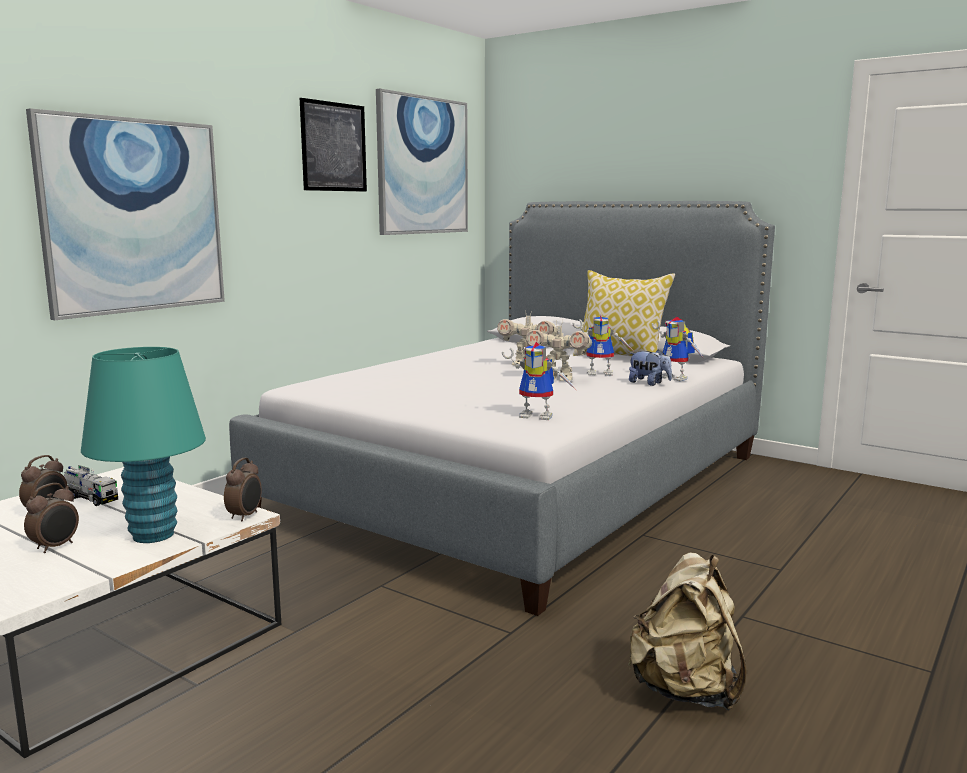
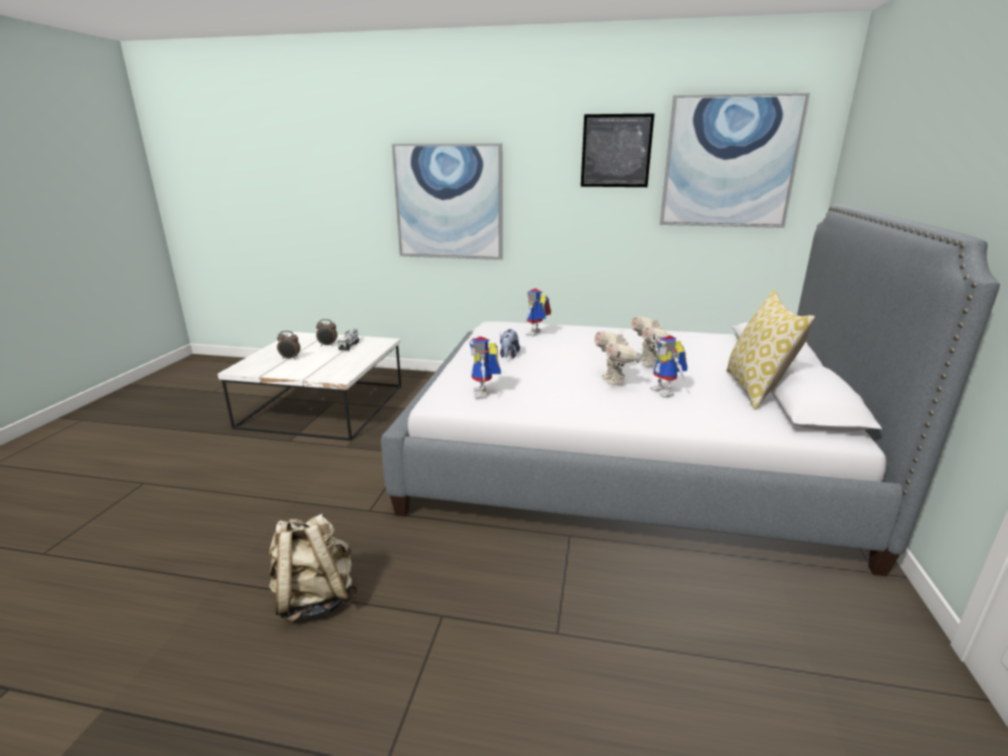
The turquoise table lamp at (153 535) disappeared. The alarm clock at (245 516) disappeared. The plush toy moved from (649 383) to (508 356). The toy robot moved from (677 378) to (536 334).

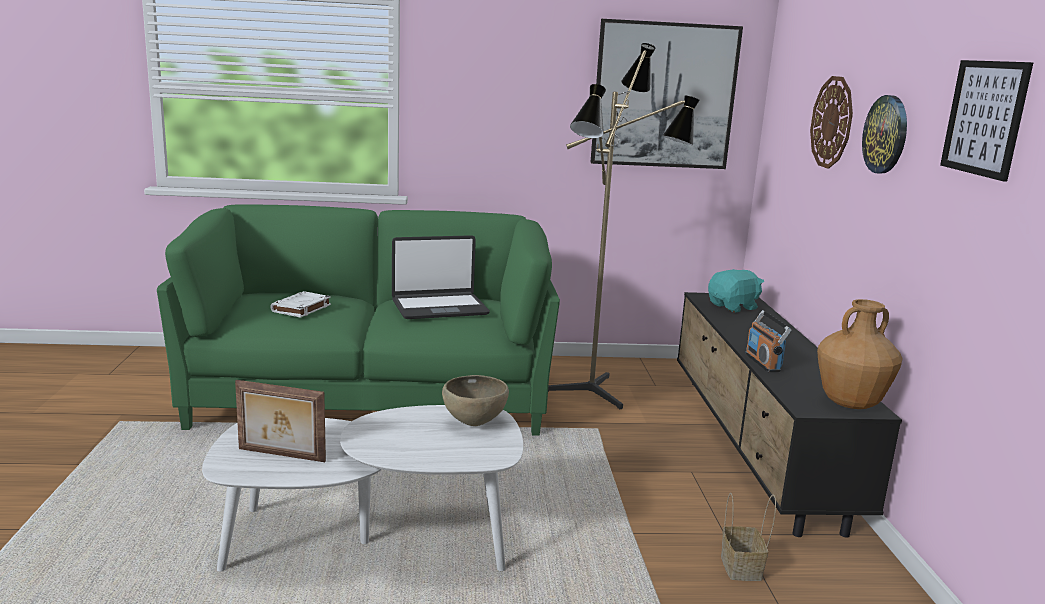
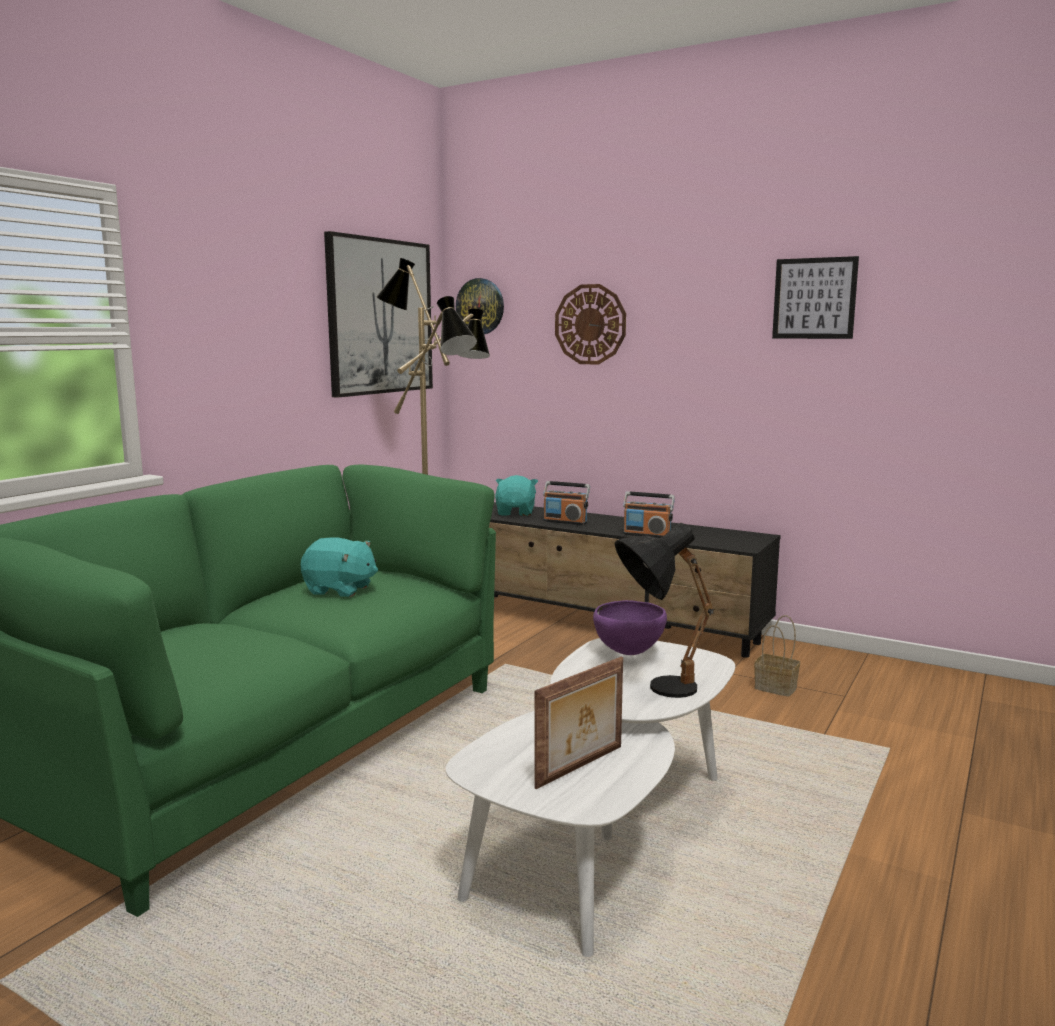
The white book at (301 308) disappeared. The laptop at (439 307) was replaced by the turquoise plush toy at (340 590). The brown bowl at (474 423) became the purple bowl at (629 653). The brown vase at (850 404) disappeared. The wall clock moved from (886 134) to (480 306). The radio at (565 522) appeared. The black table lamp at (656 689) appeared.

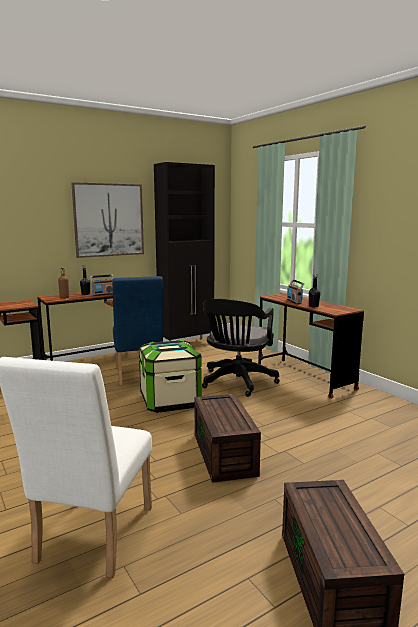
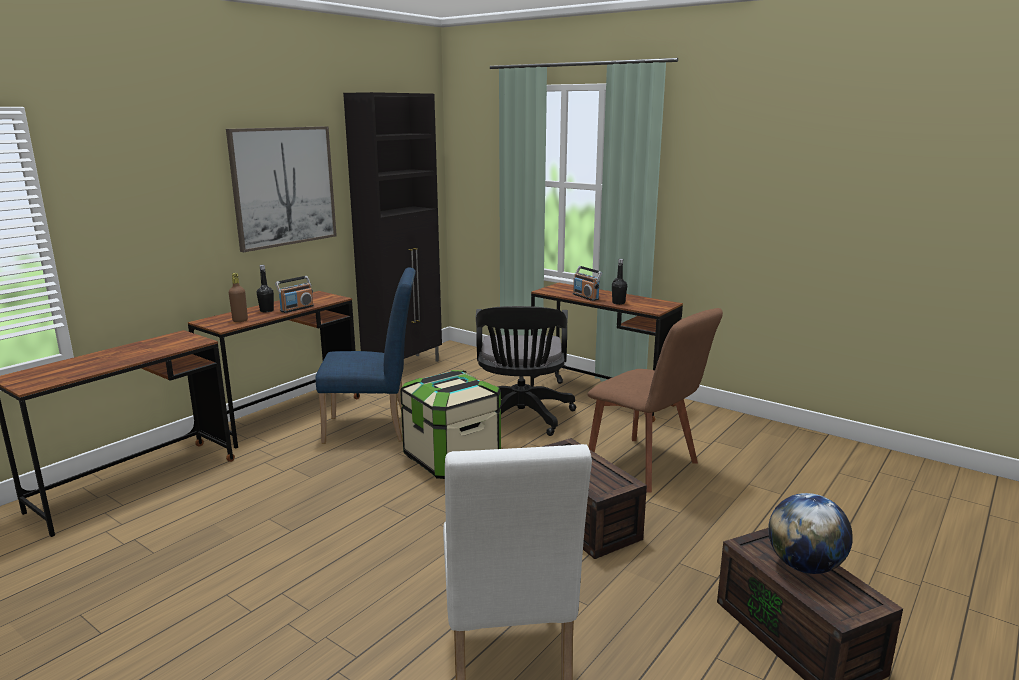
The blue chair at (138 376) turned 60 degrees counterclockwise. The brown chair at (646 465) appeared. The globe at (804 566) appeared.

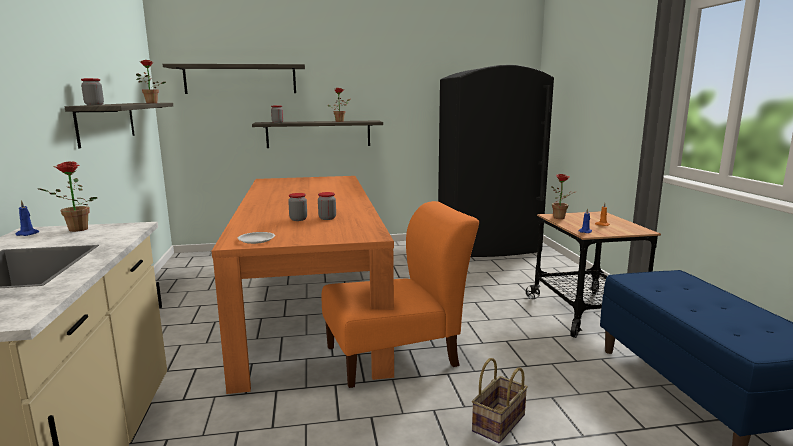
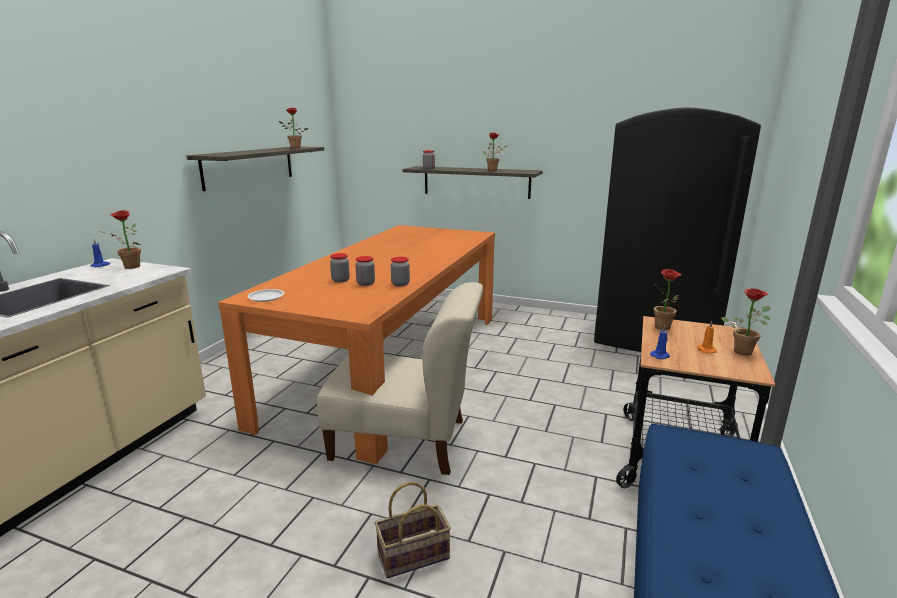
The jar moved from (94 105) to (400 284). The shelf at (240 79) disappeared. The orange chair at (397 355) became the beige chair at (405 441). The potted plant at (744 350) appeared.

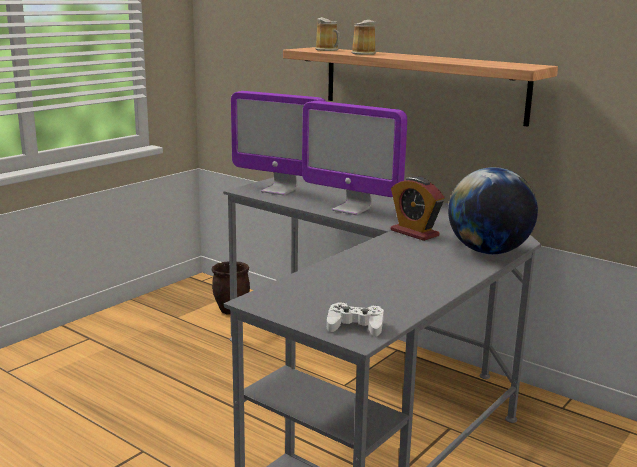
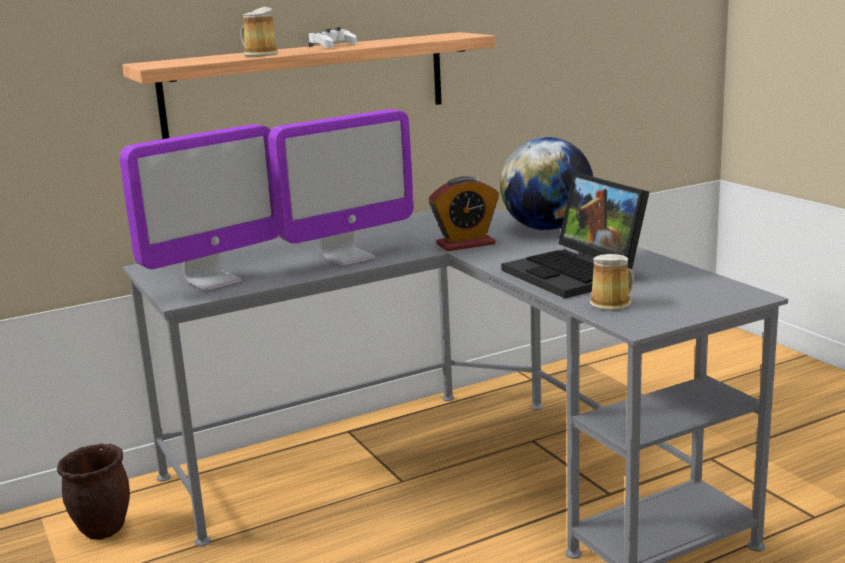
The mug moved from (328 50) to (613 303). The white game controller moved from (355 326) to (332 46). The laptop at (577 274) appeared.

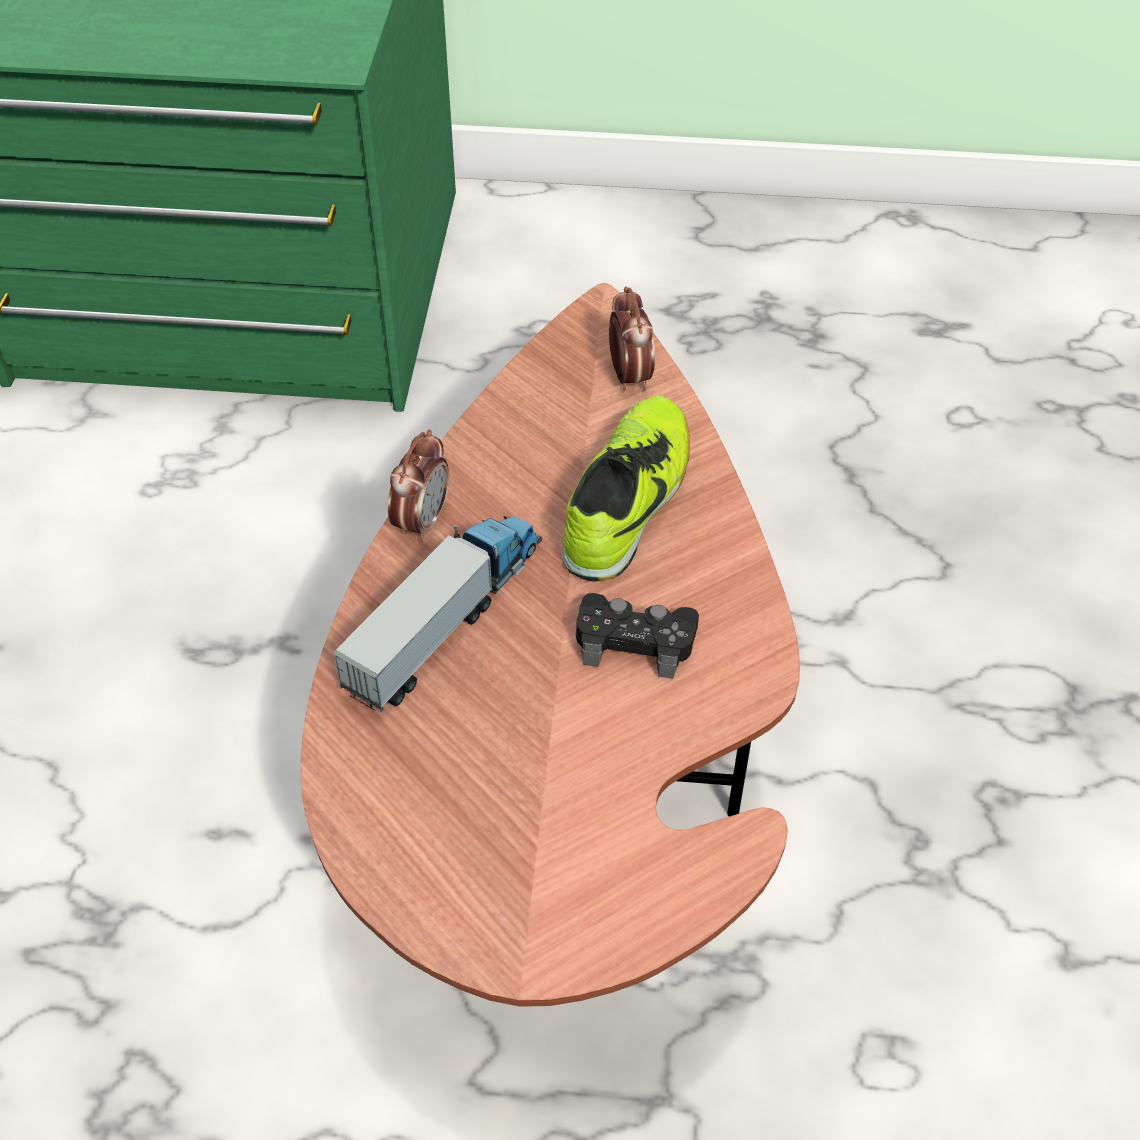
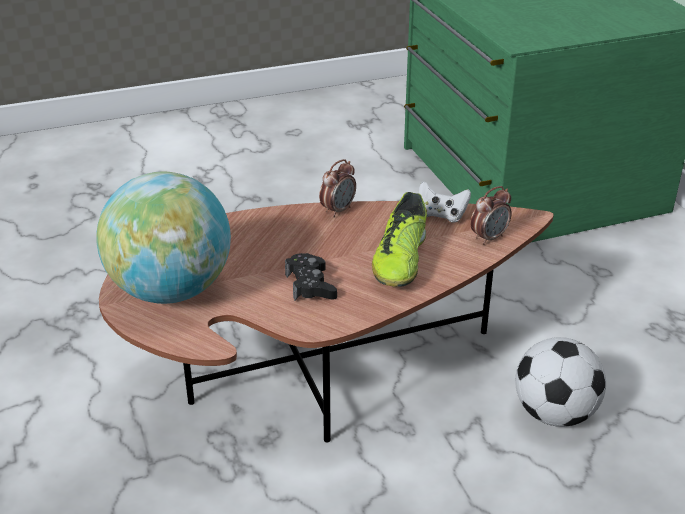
The toy truck at (447 619) disappeared. The alarm clock at (422 522) turned 45 degrees counterclockwise. The shoe at (628 501) turned 105 degrees clockwise. The globe at (171 290) appeared. The white game controller at (441 215) appeared. The football at (554 414) appeared.

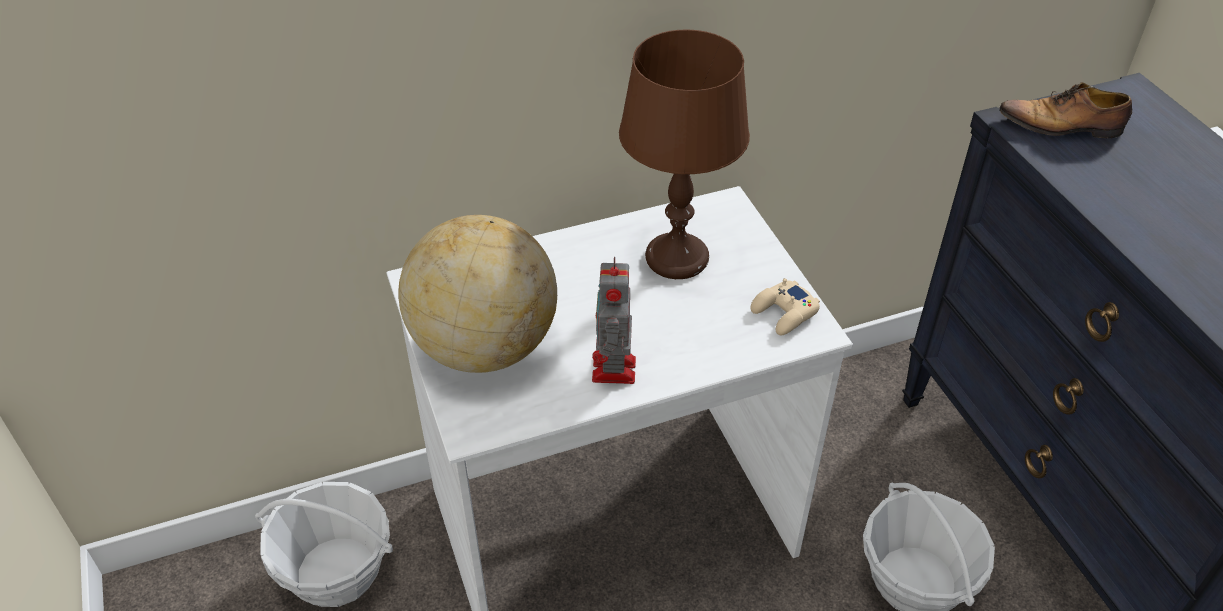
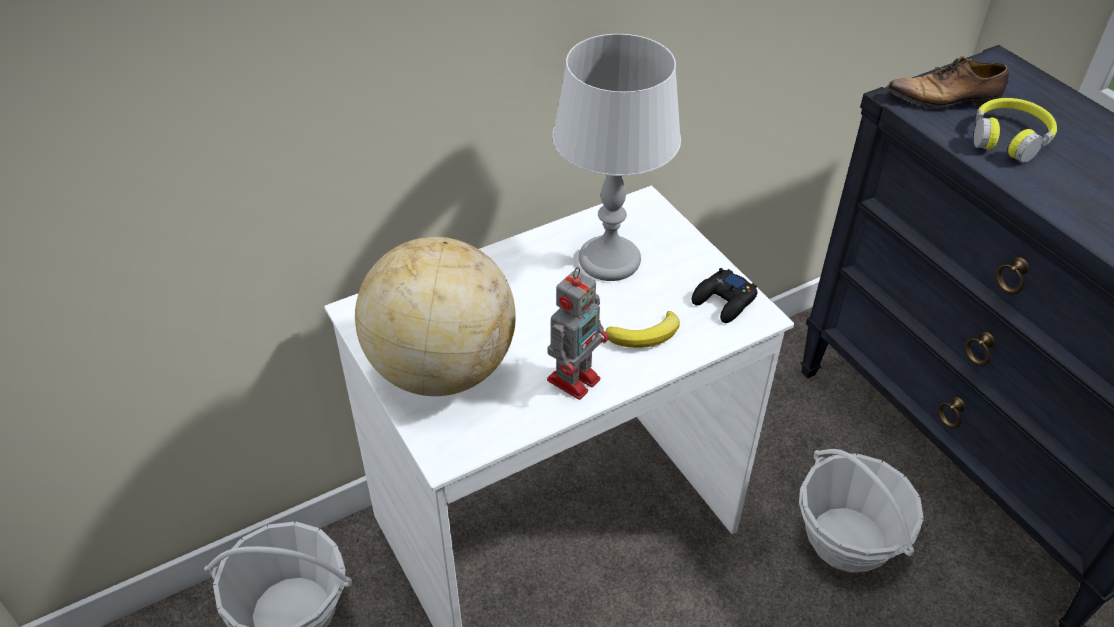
The toy robot at (614 371) turned 135 degrees counterclockwise. The brown table lamp at (677 258) became the grey table lamp at (610 260). The beige game controller at (784 313) became the black game controller at (724 301). The banana at (646 335) appeared. The yellow headphones at (1009 138) appeared.

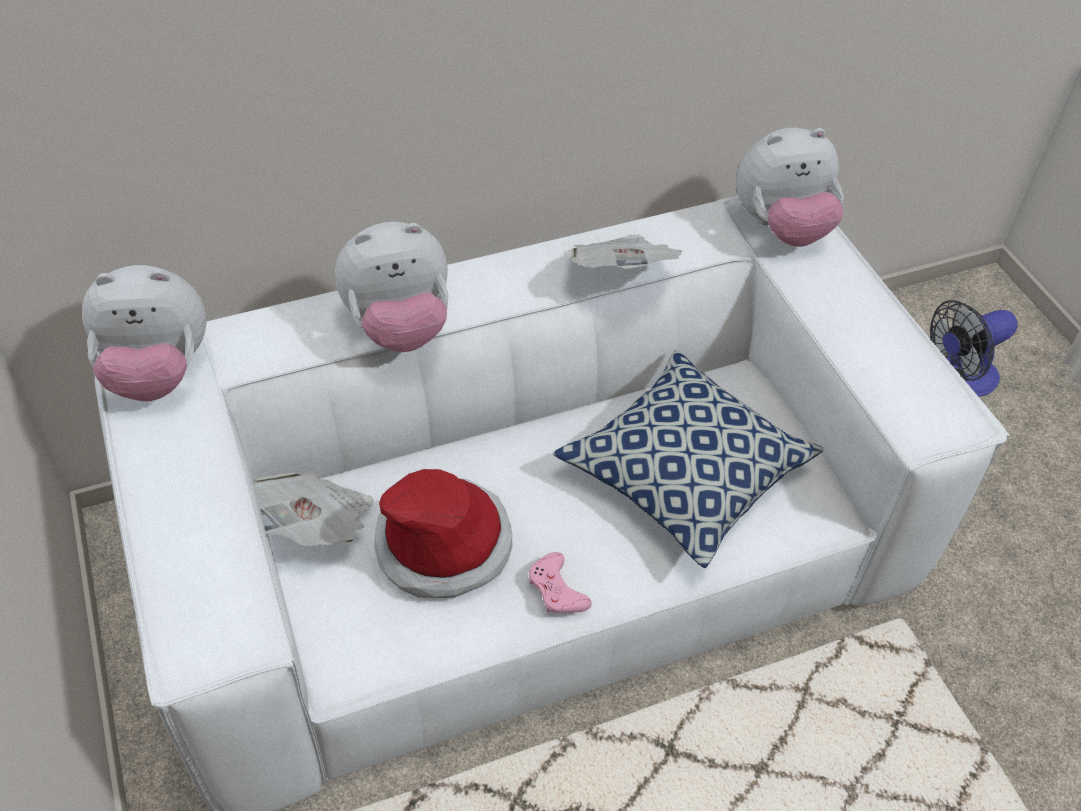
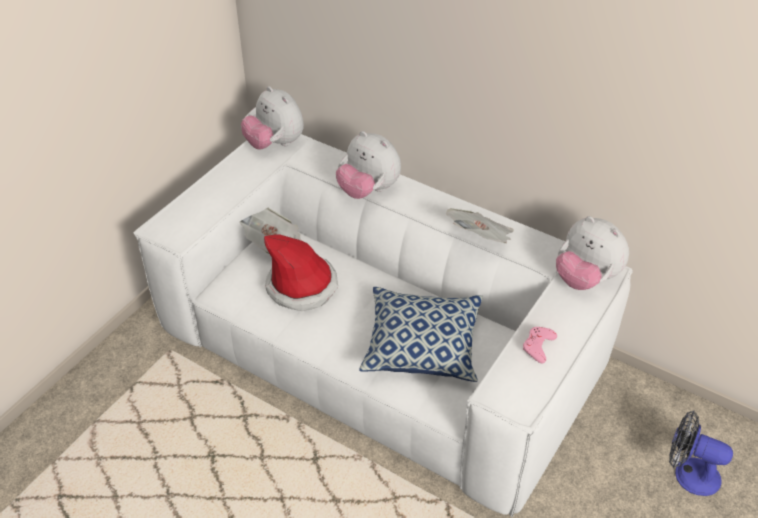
The pink game controller moved from (557 590) to (538 346).

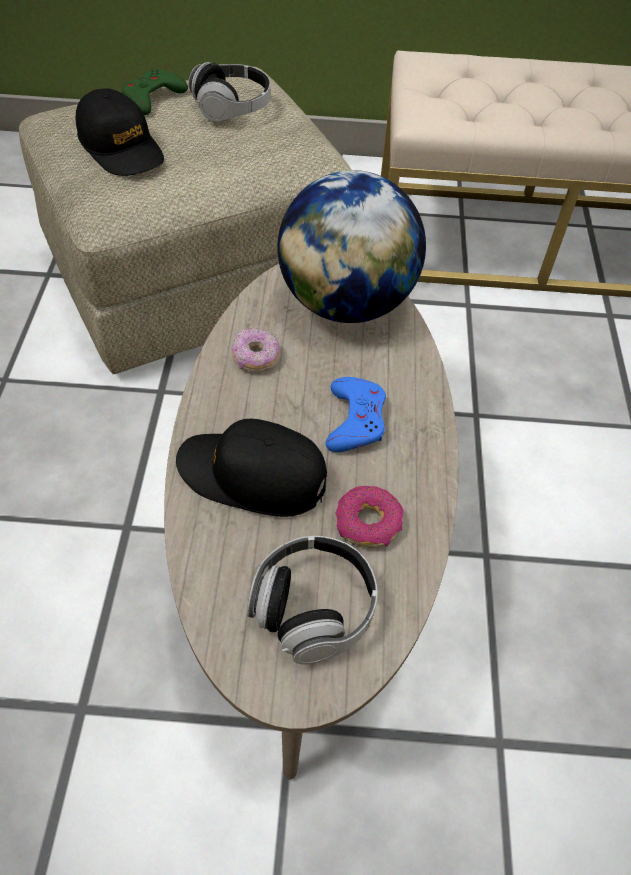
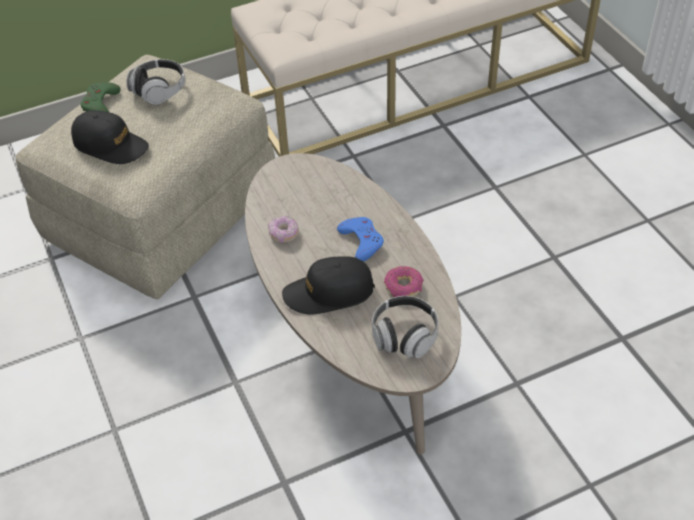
The globe at (346 303) disappeared.

